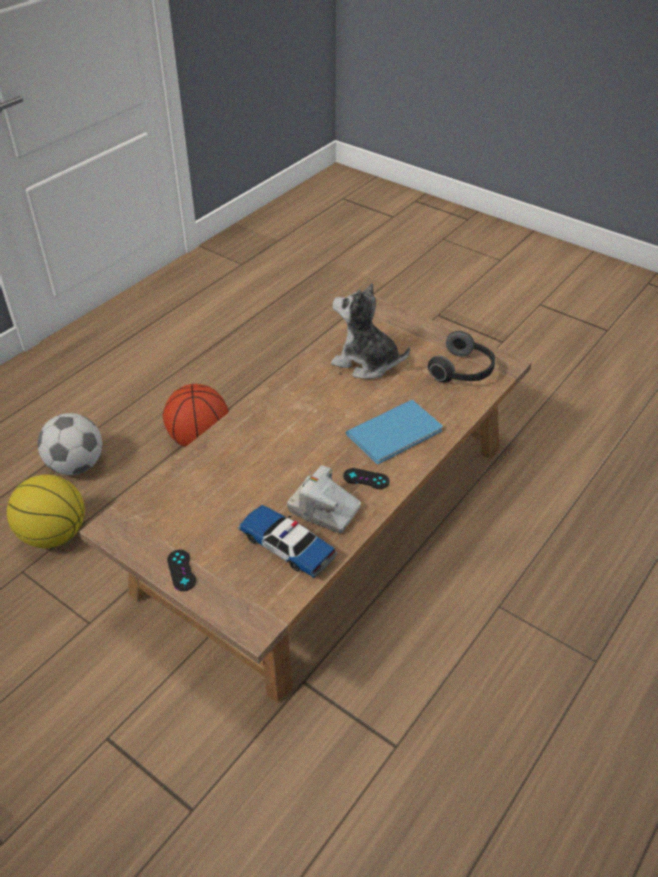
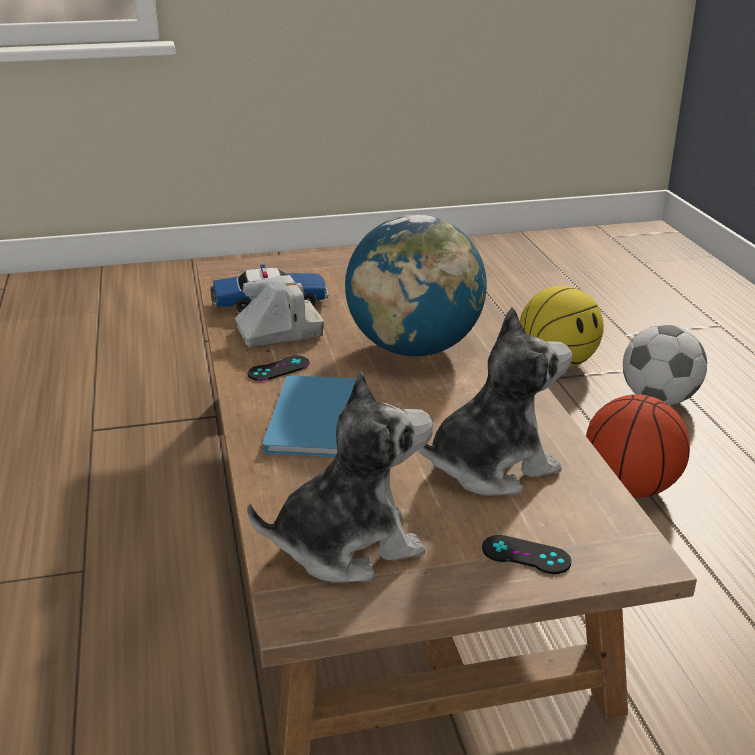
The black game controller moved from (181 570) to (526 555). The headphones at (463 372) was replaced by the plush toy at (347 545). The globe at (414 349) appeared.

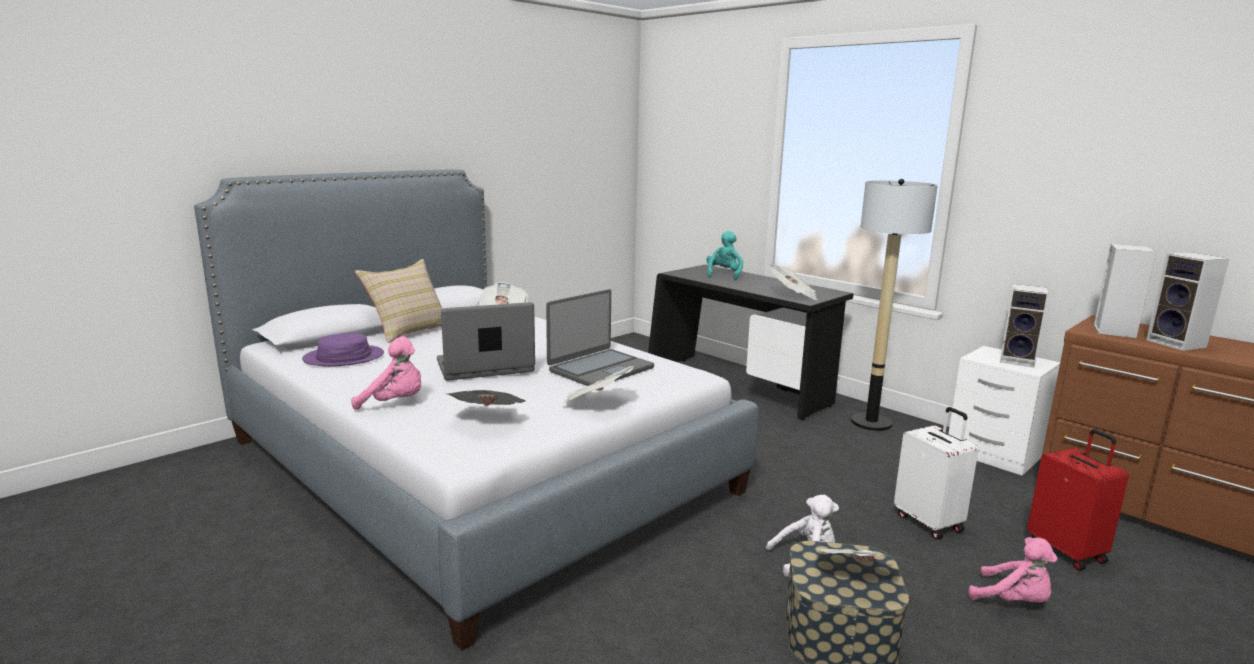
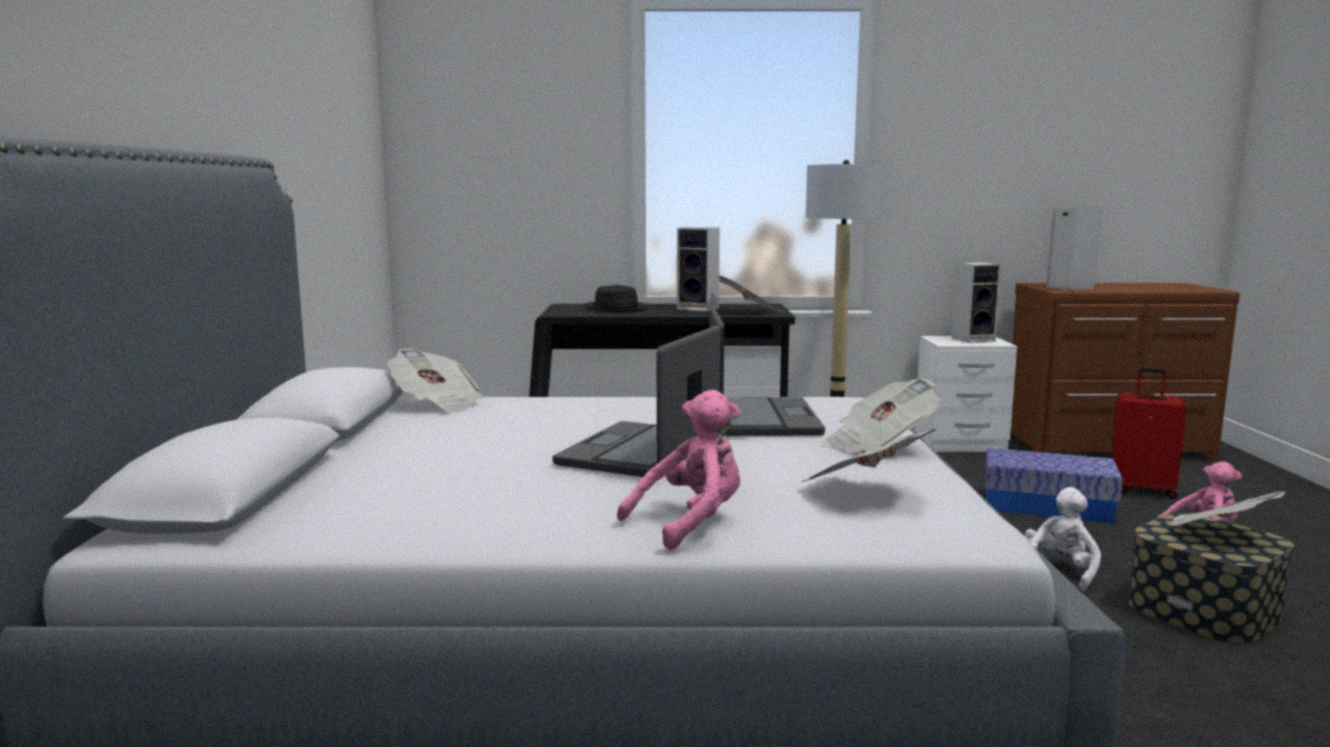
The purple hat at (344 357) disappeared. The beige pillow at (409 331) disappeared. The turquoise plush toy at (724 275) was replaced by the black hat at (616 308). The white suitcase at (929 522) was replaced by the storage box at (1047 506). The speaker moved from (1178 344) to (699 309).

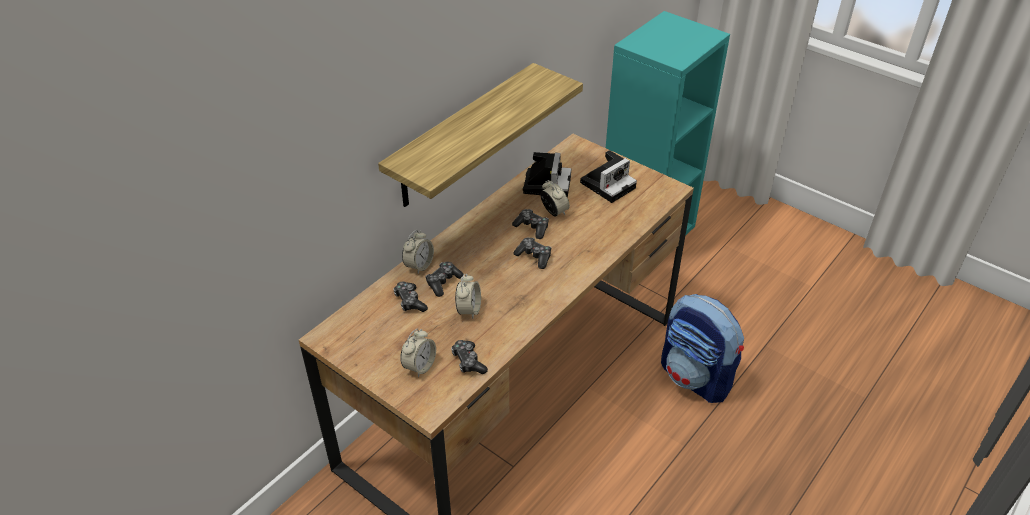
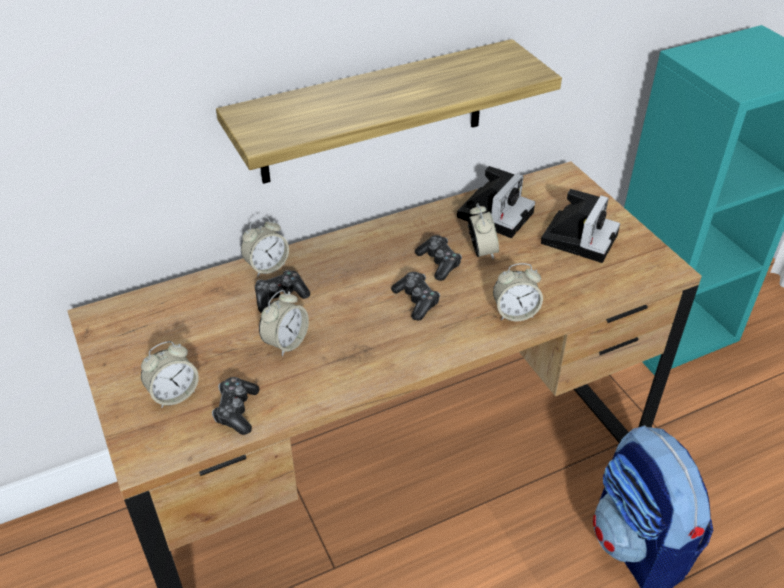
The game controller at (410 301) disappeared. The photo camera at (608 184) turned 45 degrees counterclockwise. The alarm clock at (515 313) appeared.

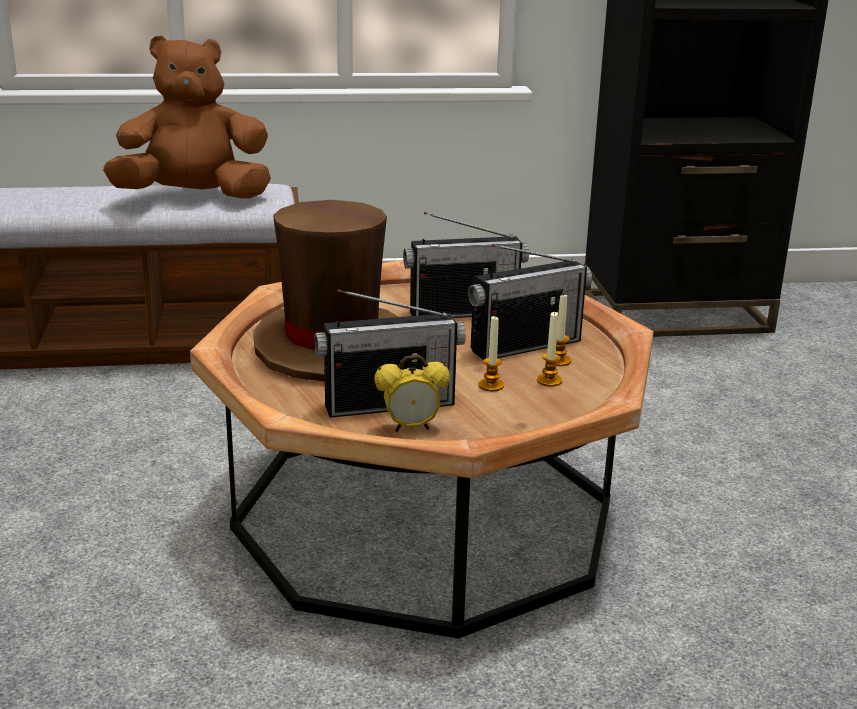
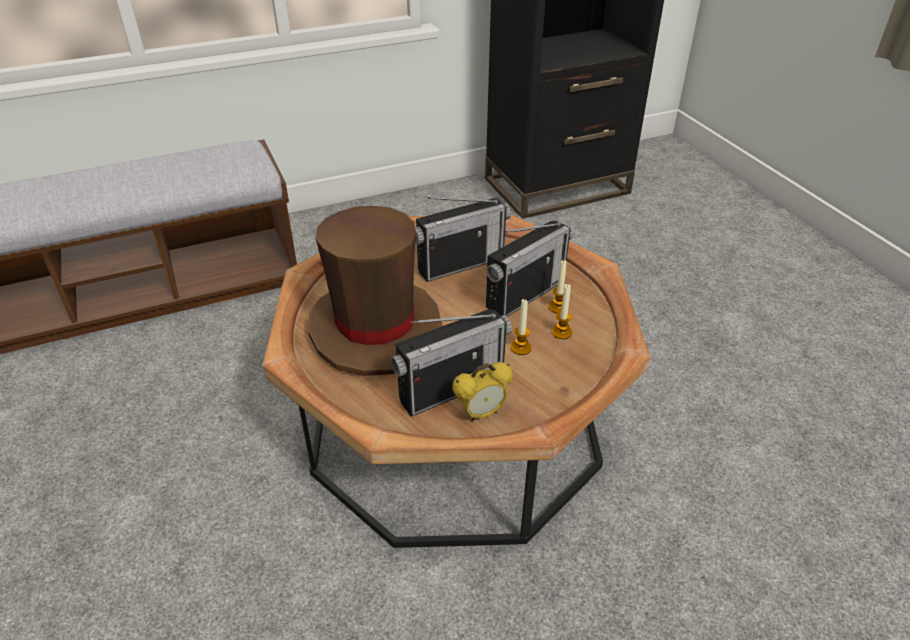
The brown plush toy at (194 197) disappeared.

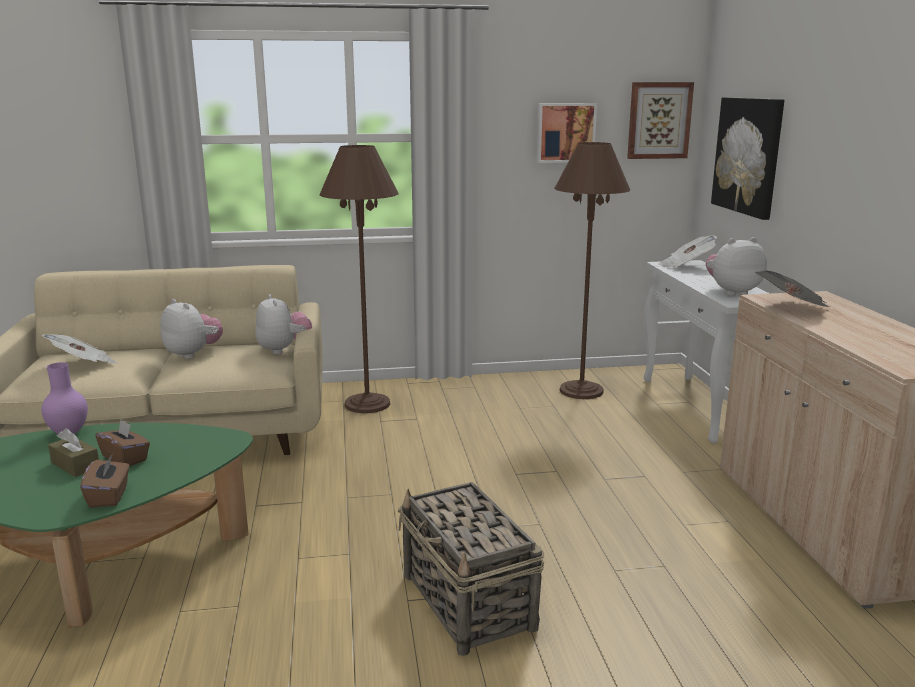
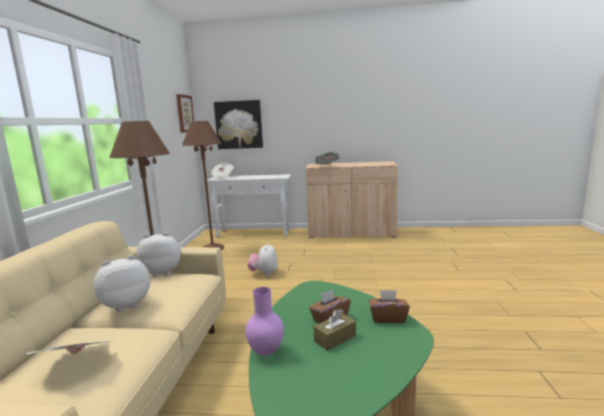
The basket at (468 603) disappeared. The picture at (565 132) disappeared. The plush toy moved from (732 292) to (264 273).

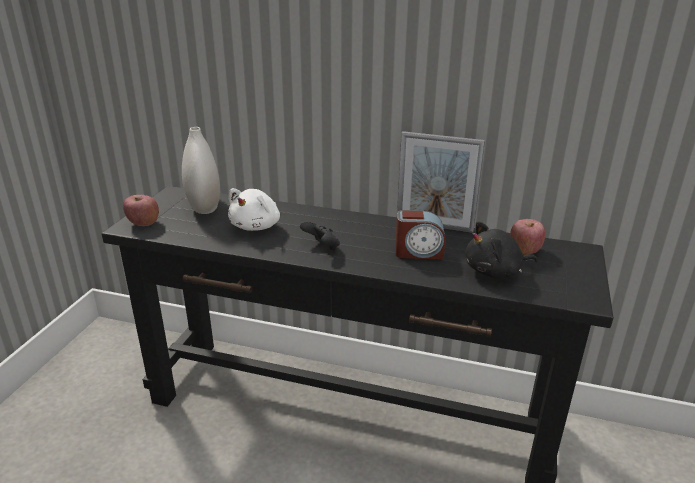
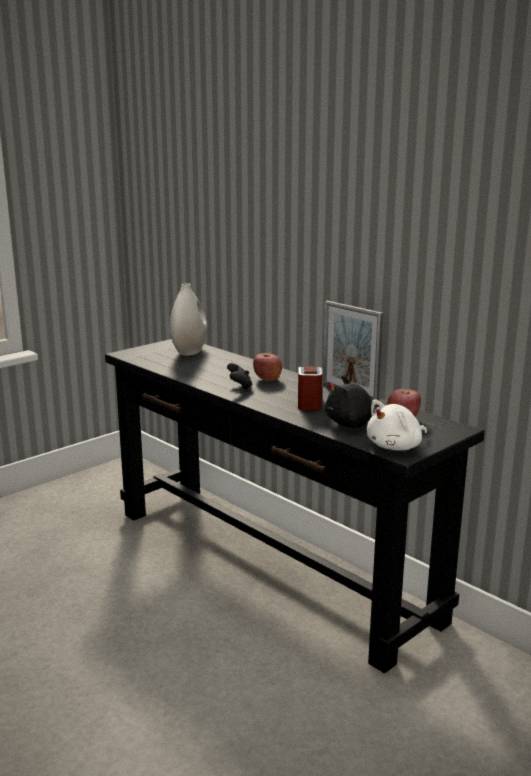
The apple moved from (143 223) to (267 379). The white plush toy moved from (257 226) to (396 447). The alarm clock at (418 252) turned 120 degrees counterclockwise.

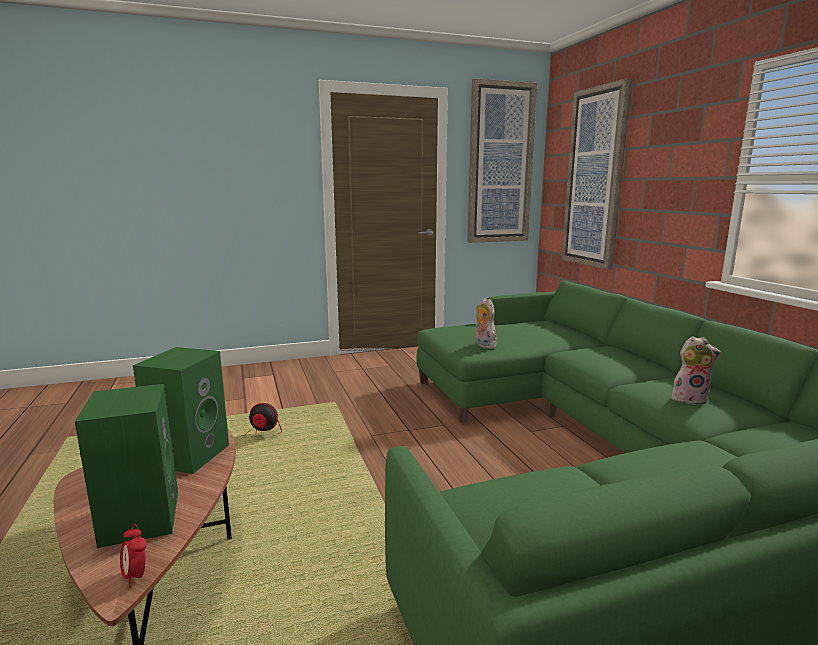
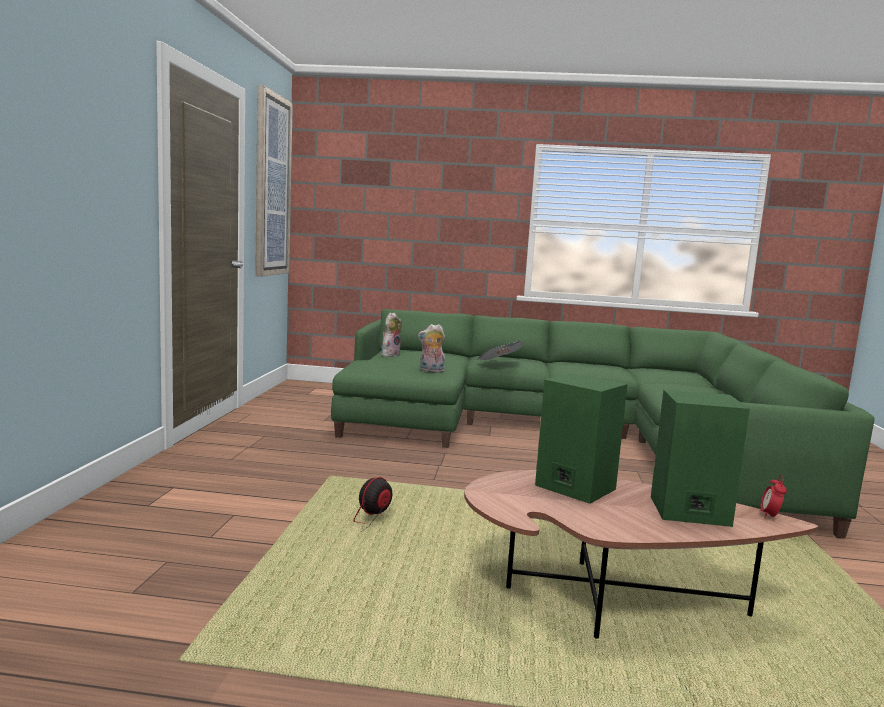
The alarm clock at (136 576) turned 120 degrees clockwise. The picture at (595 178) disappeared. The plush toy moved from (689 399) to (390 355). The newspaper at (499 364) appeared.

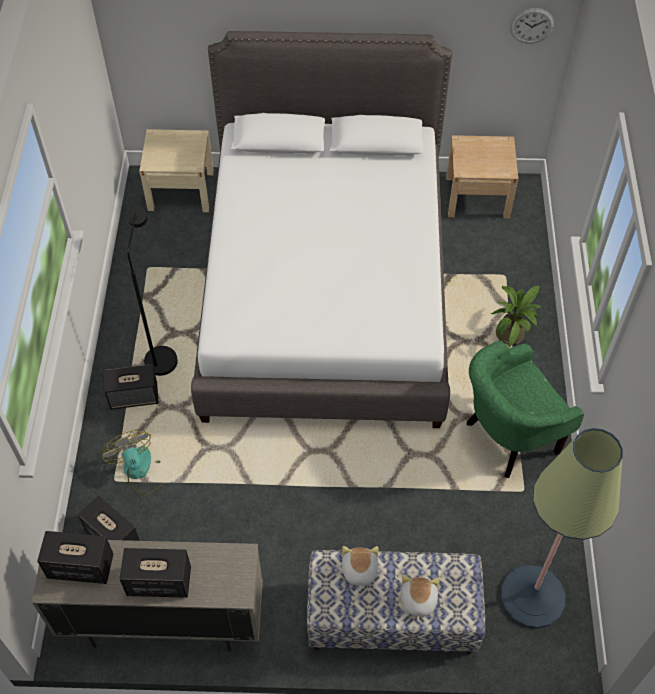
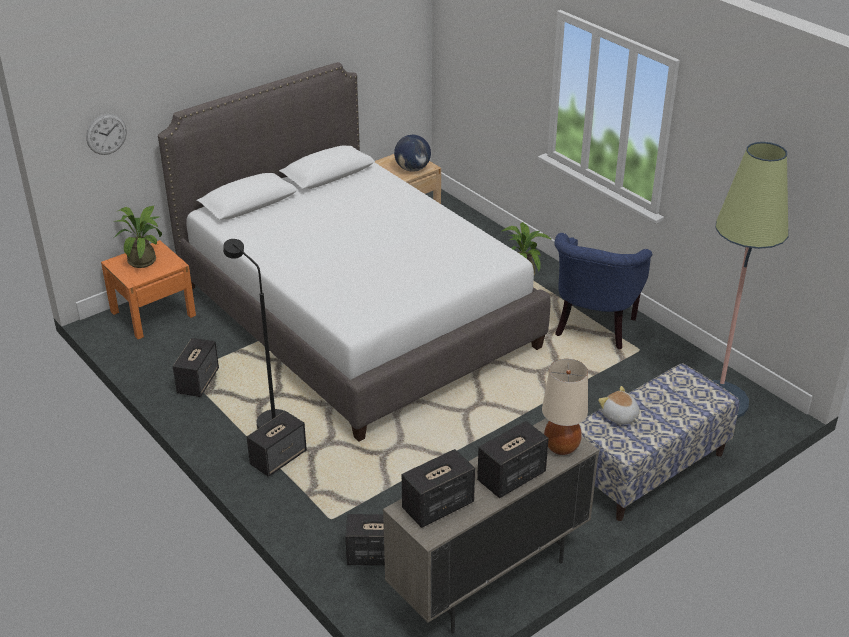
The fan at (141 470) disappeared. The beige nightstand at (181 190) became the orange nightstand at (153 313). The plush toy at (417 601) disappeared. The green armchair at (507 439) became the blue armchair at (593 329). The wall clock moved from (532 25) to (106 134). The potted plant at (145 259) appeared. The speaker at (198 381) appeared. The globe at (412 169) appeared. The beige table lamp at (561 446) appeared.

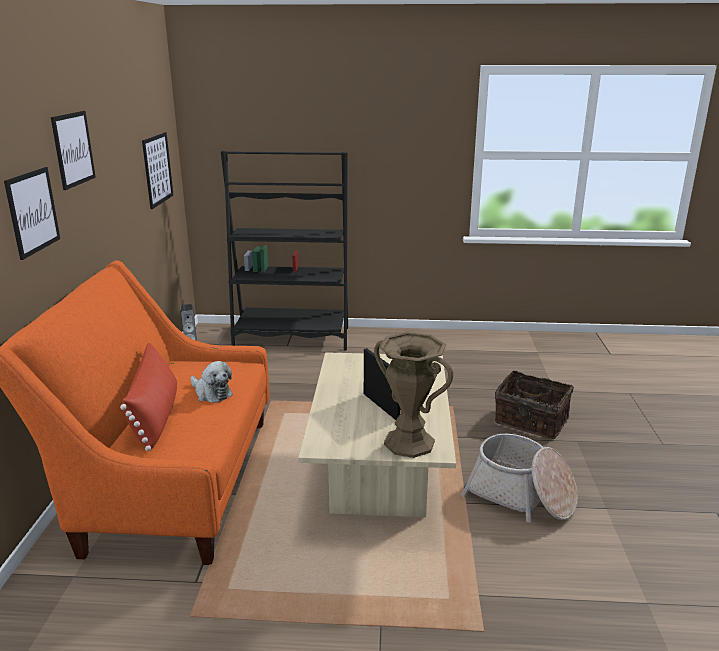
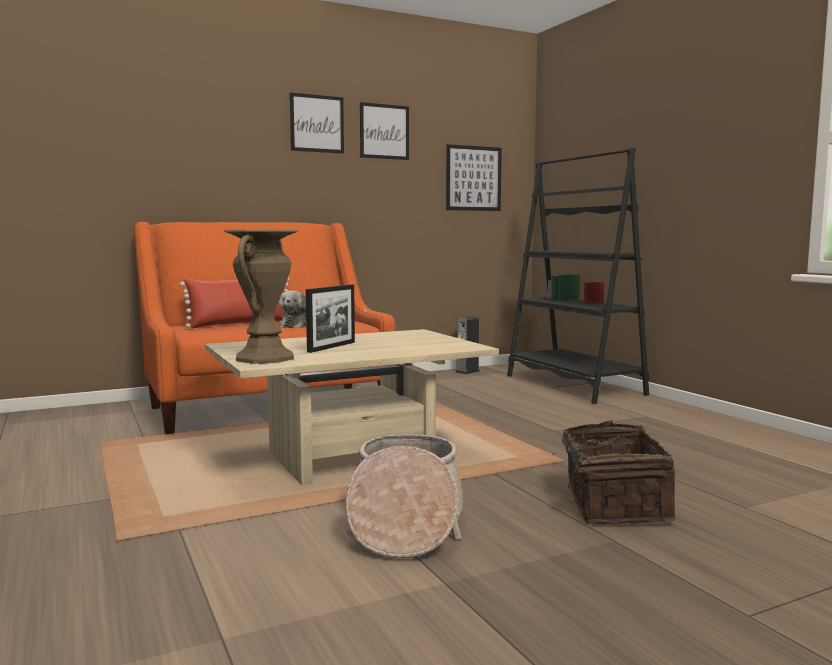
The picture moved from (32 212) to (384 131).

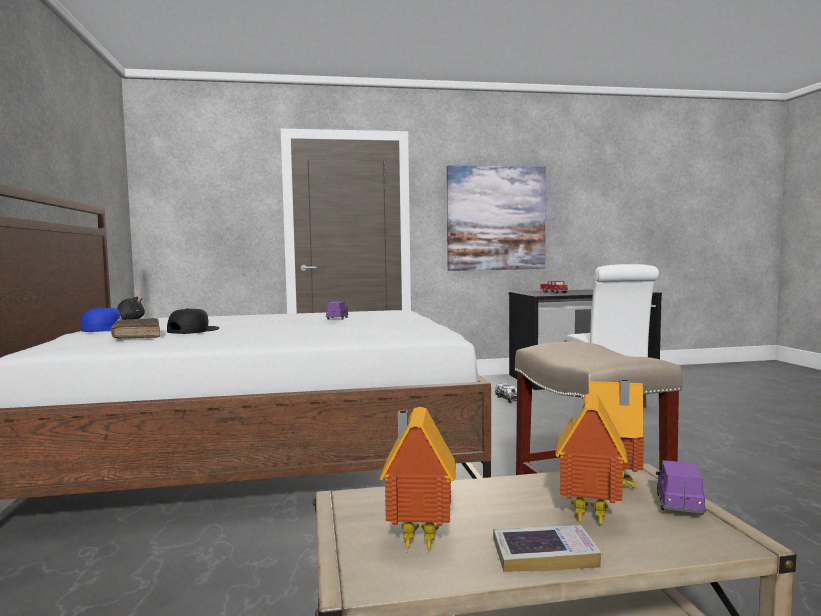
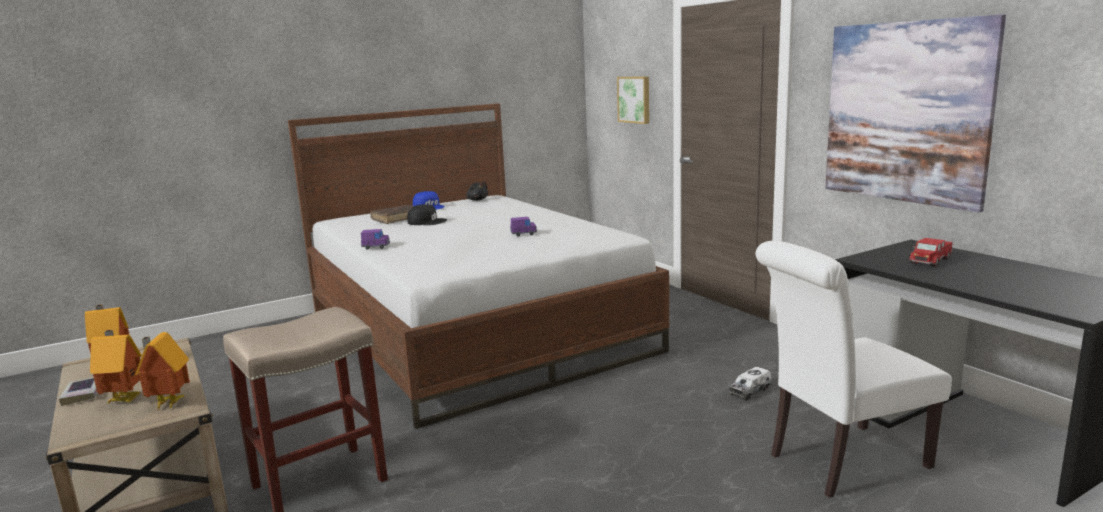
The purple toy car moved from (679 505) to (376 247). The picture at (635 99) appeared.

